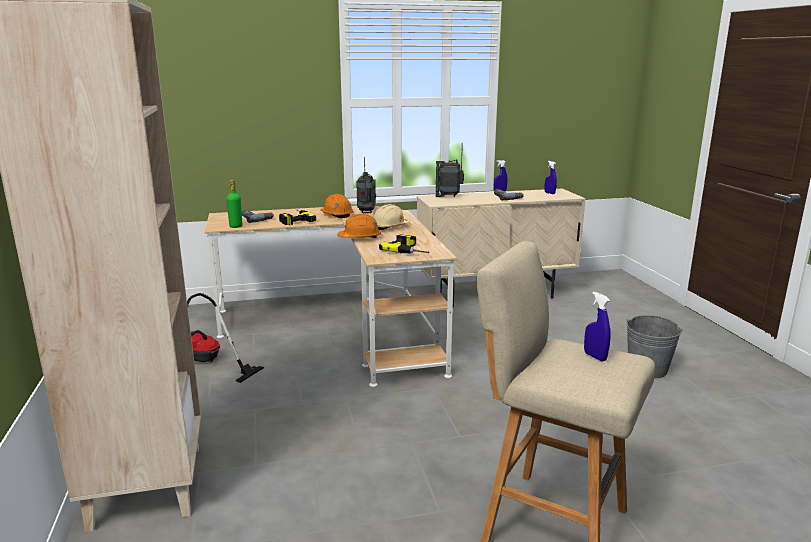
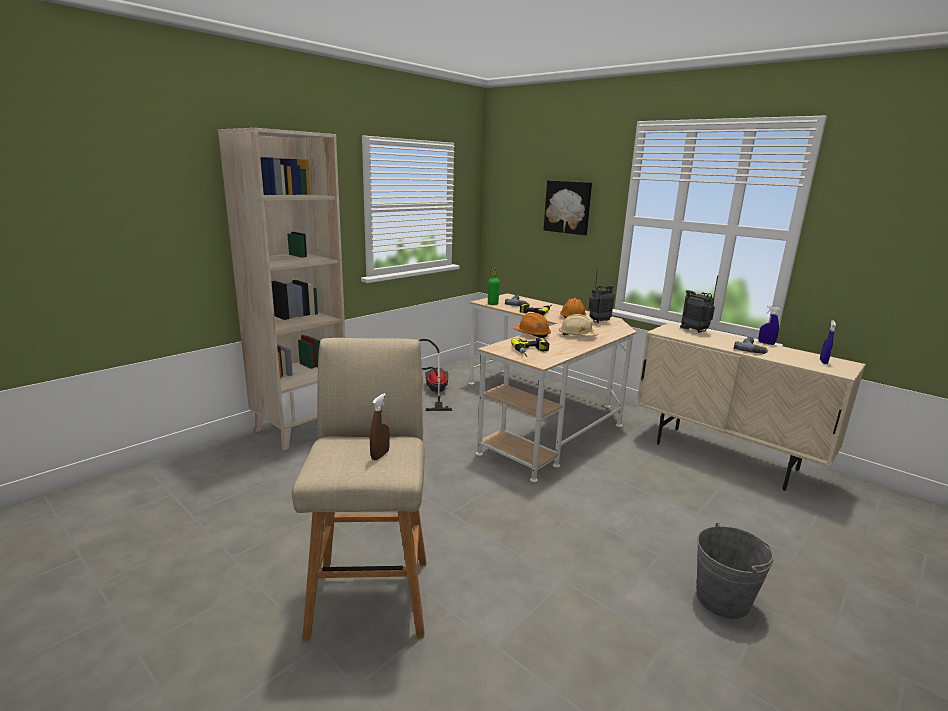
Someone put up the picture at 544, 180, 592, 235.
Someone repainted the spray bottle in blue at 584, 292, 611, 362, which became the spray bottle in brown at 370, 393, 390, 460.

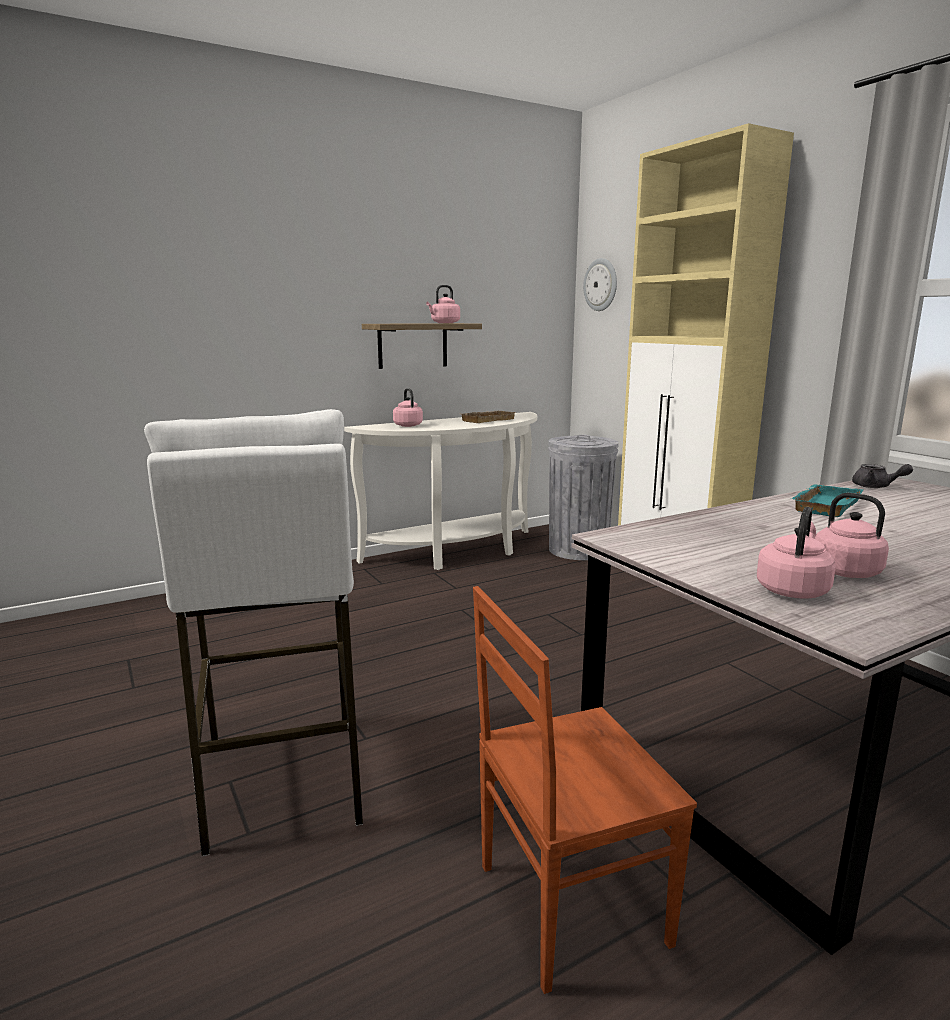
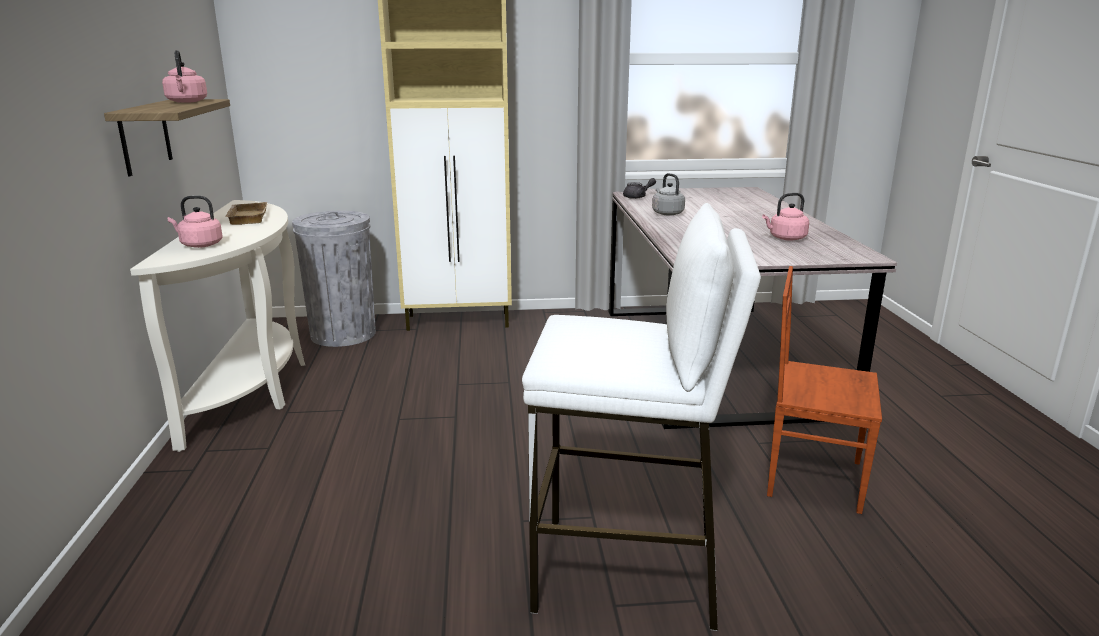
Someone took away the wall clock at 583, 258, 617, 311.
Someone took away the kettle in pink at 757, 507, 836, 599.
Someone swapped the tray in turquoise at 792, 484, 863, 517 for the kettle in grey at 652, 173, 685, 216.
Someone rotated the chair in brown at 473, 586, 697, 994 by 105 degrees clockwise.

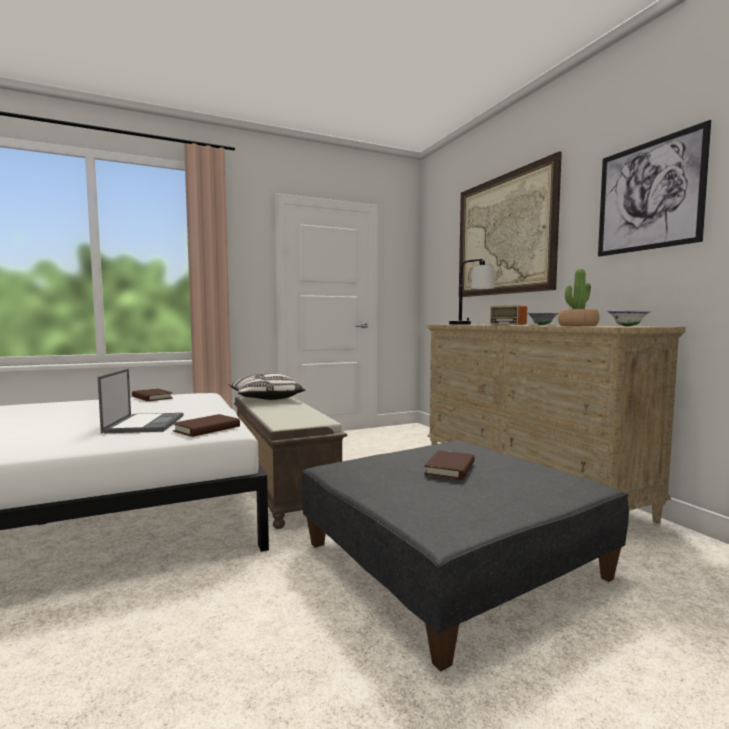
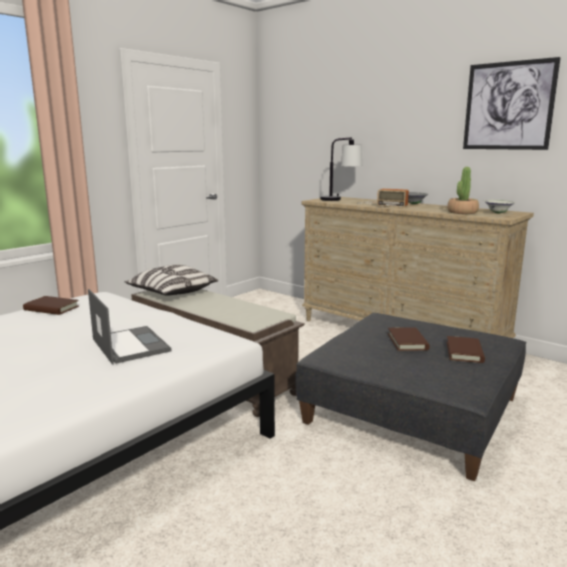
Someone took away the picture at 459, 151, 562, 297.
Someone carried the book in brown from 172, 414, 240, 437 to 447, 336, 485, 363.

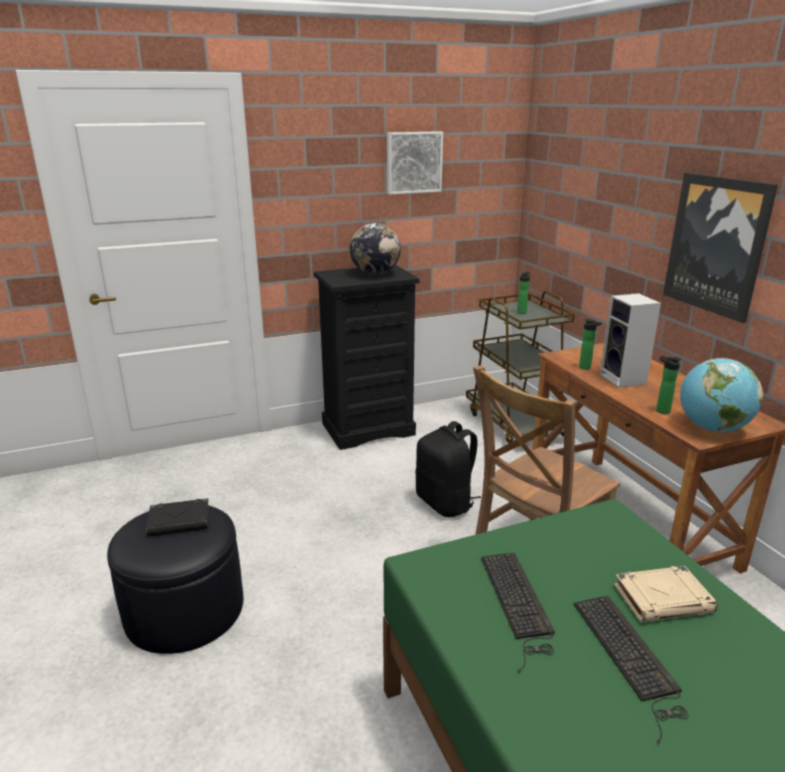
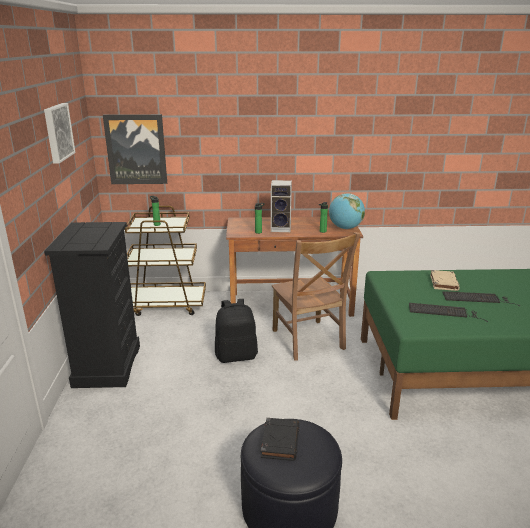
Someone took away the globe at 350, 223, 401, 275.
Someone carried the picture from 663, 173, 778, 323 to 103, 114, 167, 184.

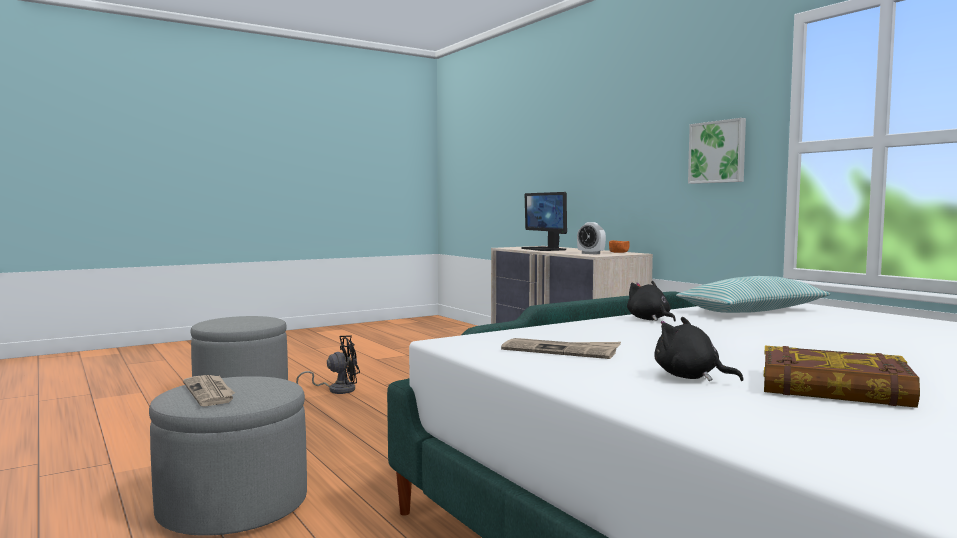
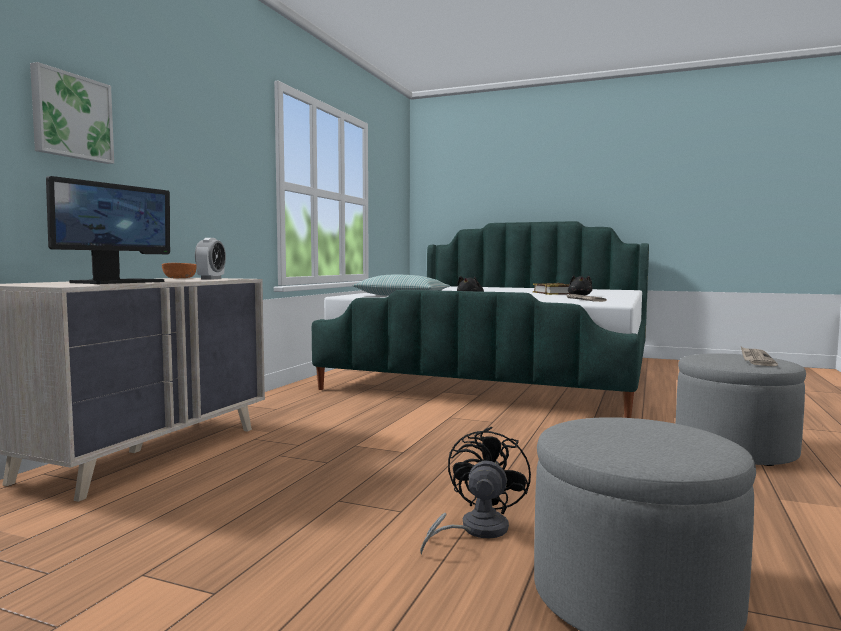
Someone carried the picture from 688, 118, 746, 184 to 30, 62, 114, 164.
Someone rotated the fan in black at 296, 335, 360, 394 by 75 degrees clockwise.

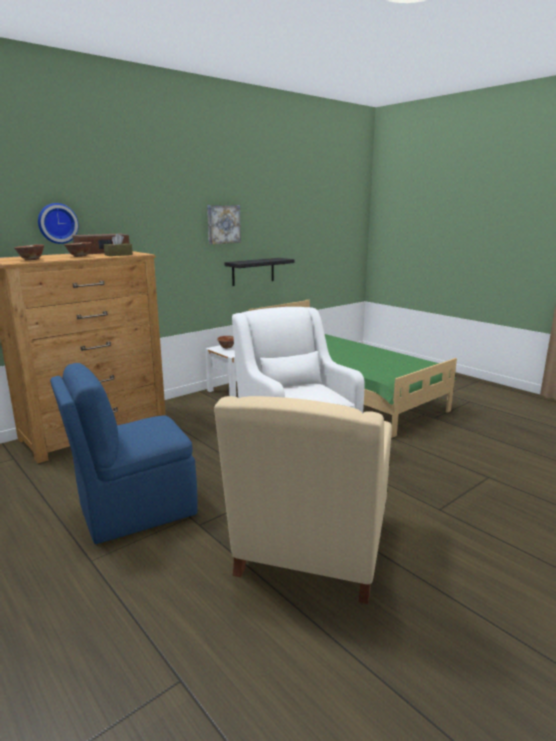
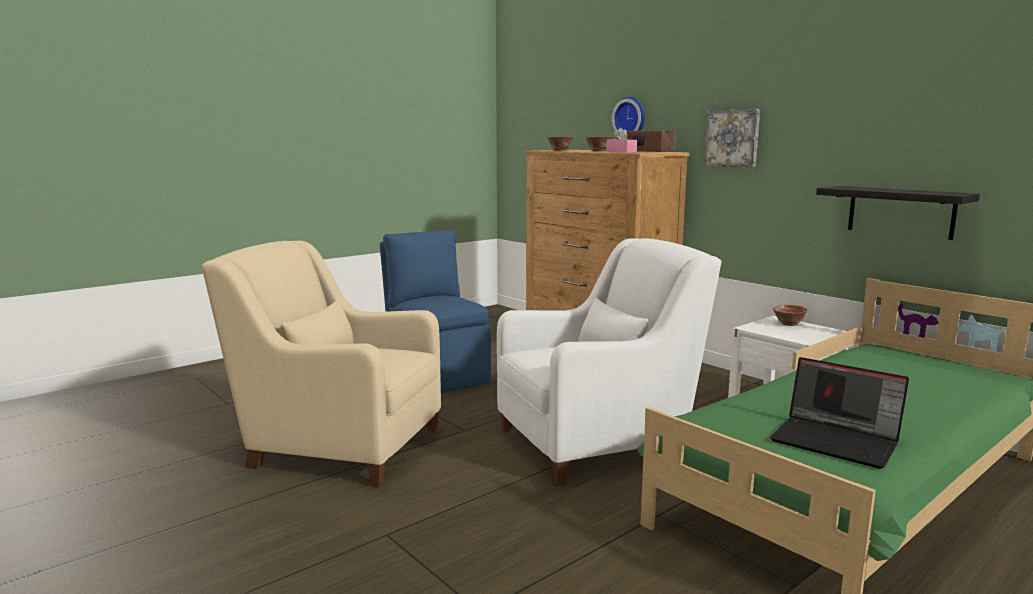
Someone put down the laptop at 770, 357, 909, 469.
Someone carried the picture from 207, 205, 241, 244 to 704, 109, 760, 167.
Someone repainted the tissue box in brown at 104, 234, 133, 256, which became the tissue box in pink at 606, 127, 637, 153.

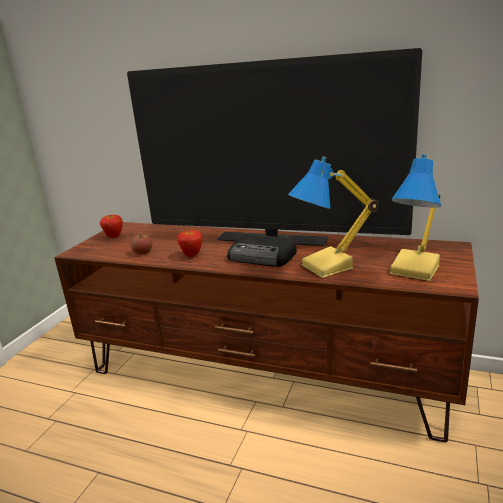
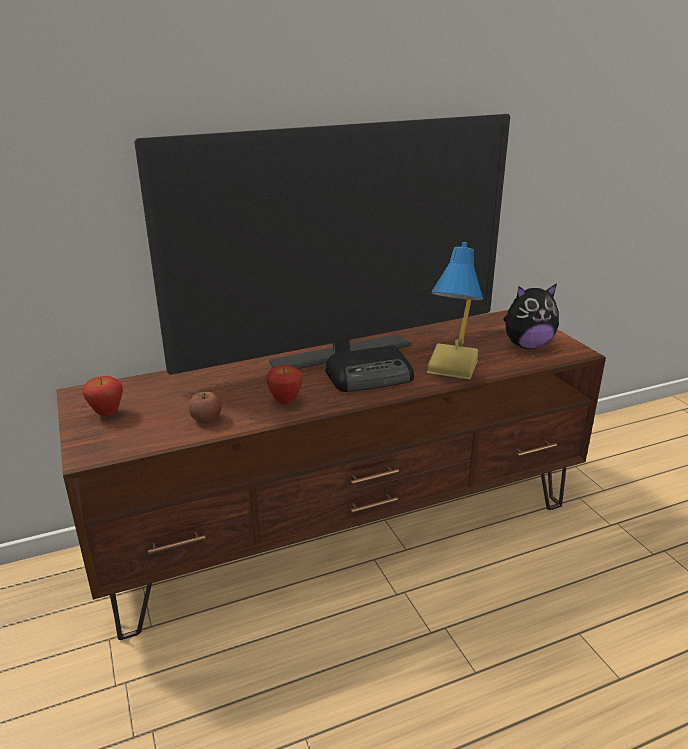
Someone swapped the table lamp at 389, 154, 441, 281 for the plush toy at 503, 283, 559, 349.

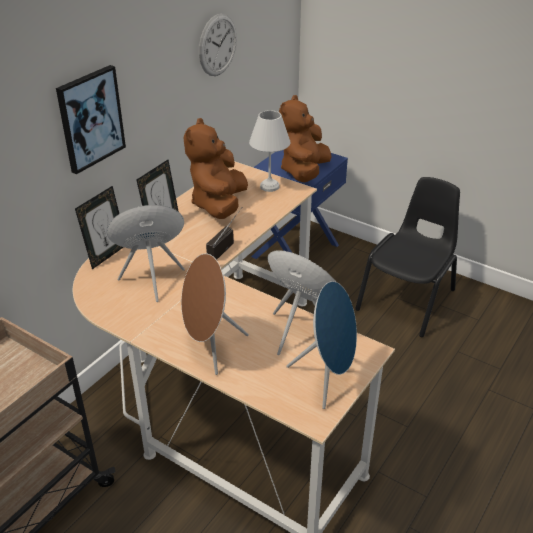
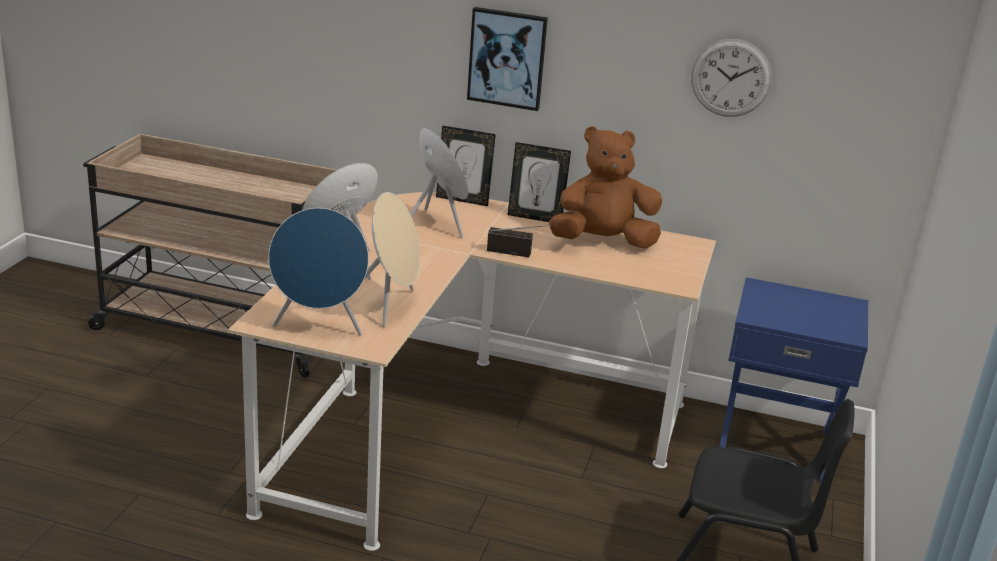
Someone took away the table lamp in white at 249, 110, 290, 192.
Someone took away the plush toy in brown at 279, 95, 331, 182.

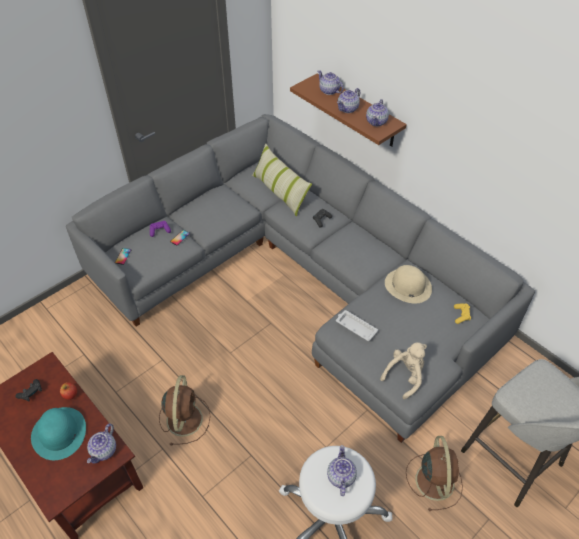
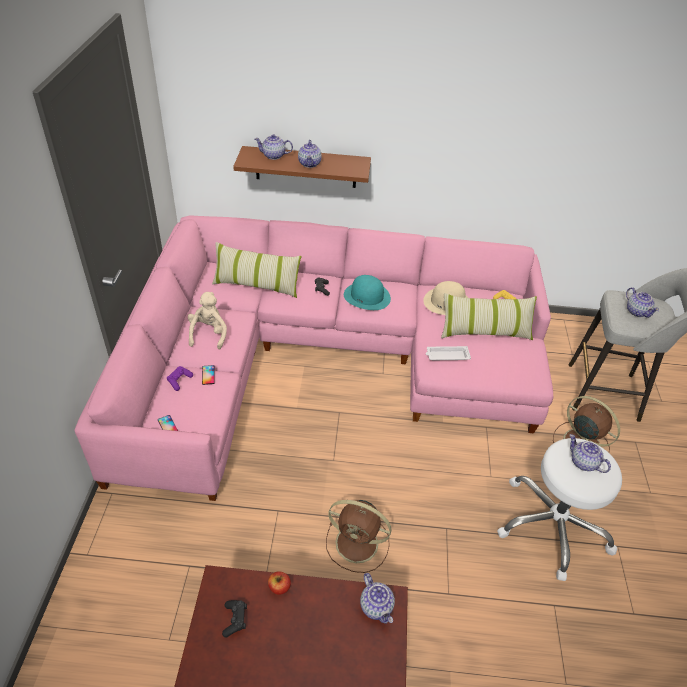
Someone put down the pillow at 441, 293, 537, 340.
Someone carried the hat in turquoise from 31, 407, 86, 460 to 344, 275, 391, 310.
Someone carried the teapot from 366, 99, 389, 126 to 626, 287, 659, 318.
Someone carried the plush toy in beige from 380, 342, 427, 400 to 188, 292, 227, 349.
Someone repainted the sofa in grey at 66, 114, 535, 443, which became the sofa in pink at 74, 215, 553, 501.
Someone rotated the fan in brown at 159, 375, 210, 445 by 150 degrees clockwise.

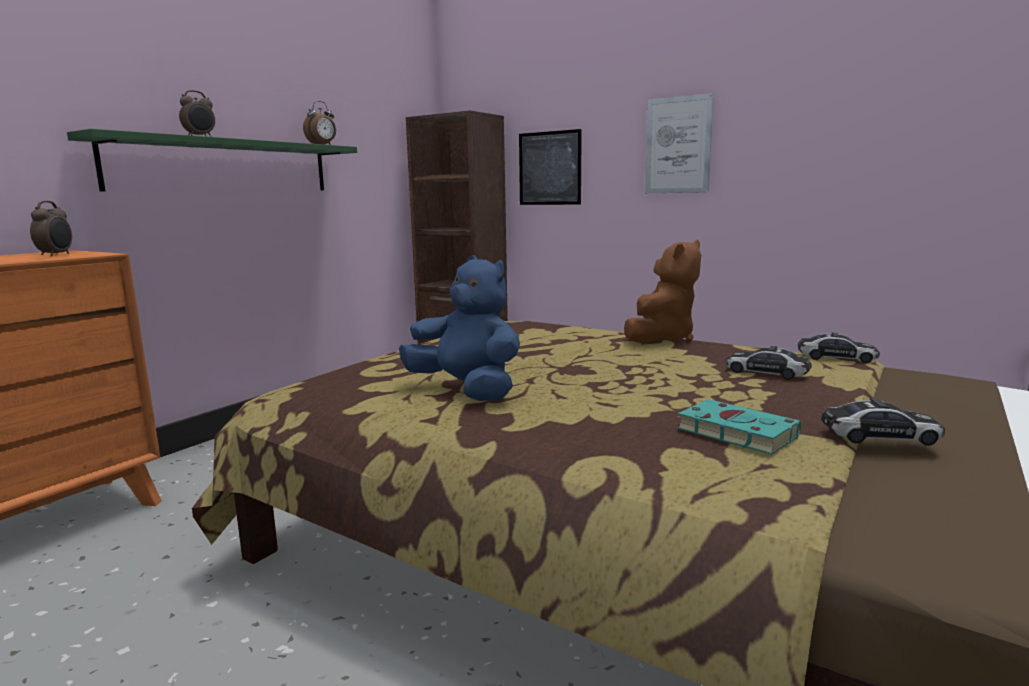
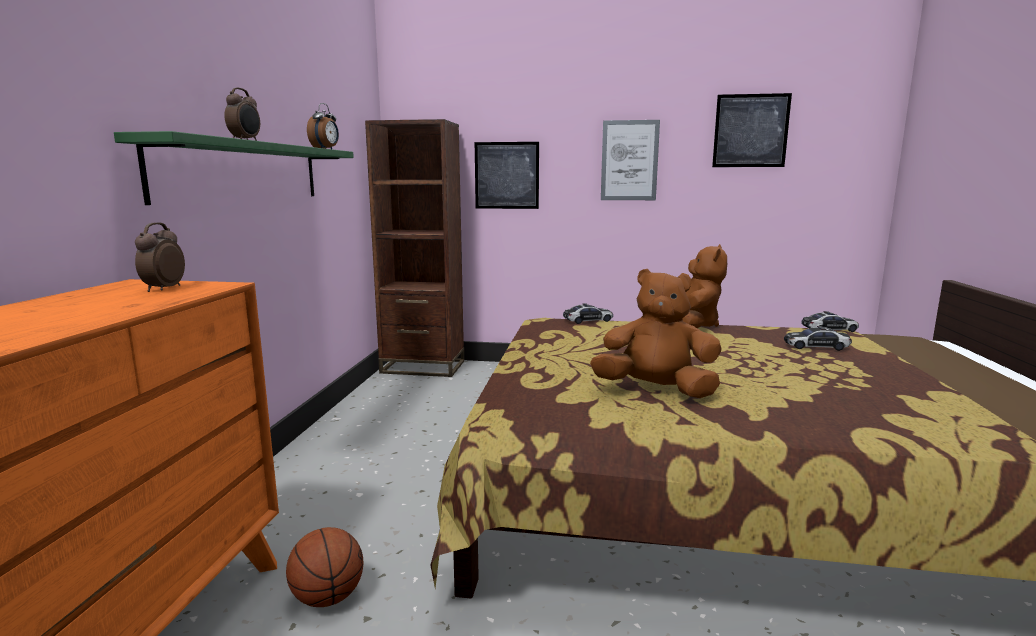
Someone took away the book in turquoise at 677, 399, 801, 455.
Someone put down the basketball at 286, 527, 363, 607.
Someone put up the picture at 712, 93, 792, 167.
Someone carried the toy car from 821, 399, 945, 446 to 563, 303, 613, 324.
Someone repainted the plush toy in blue at 399, 255, 520, 401, which became the plush toy in brown at 590, 269, 722, 398.
Someone rotated the alarm clock at 30, 201, 72, 256 by 150 degrees counterclockwise.

